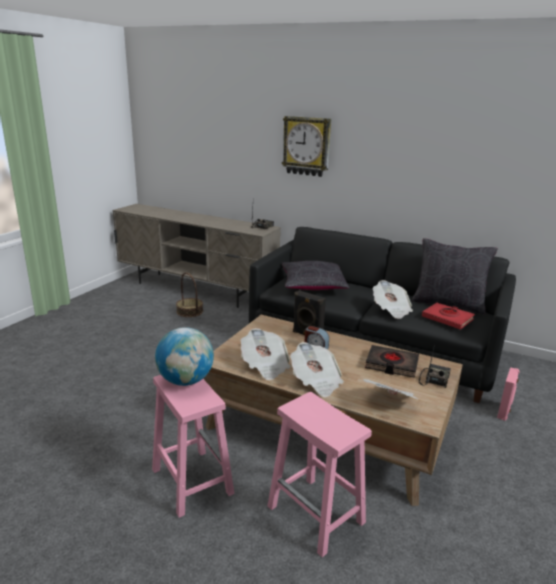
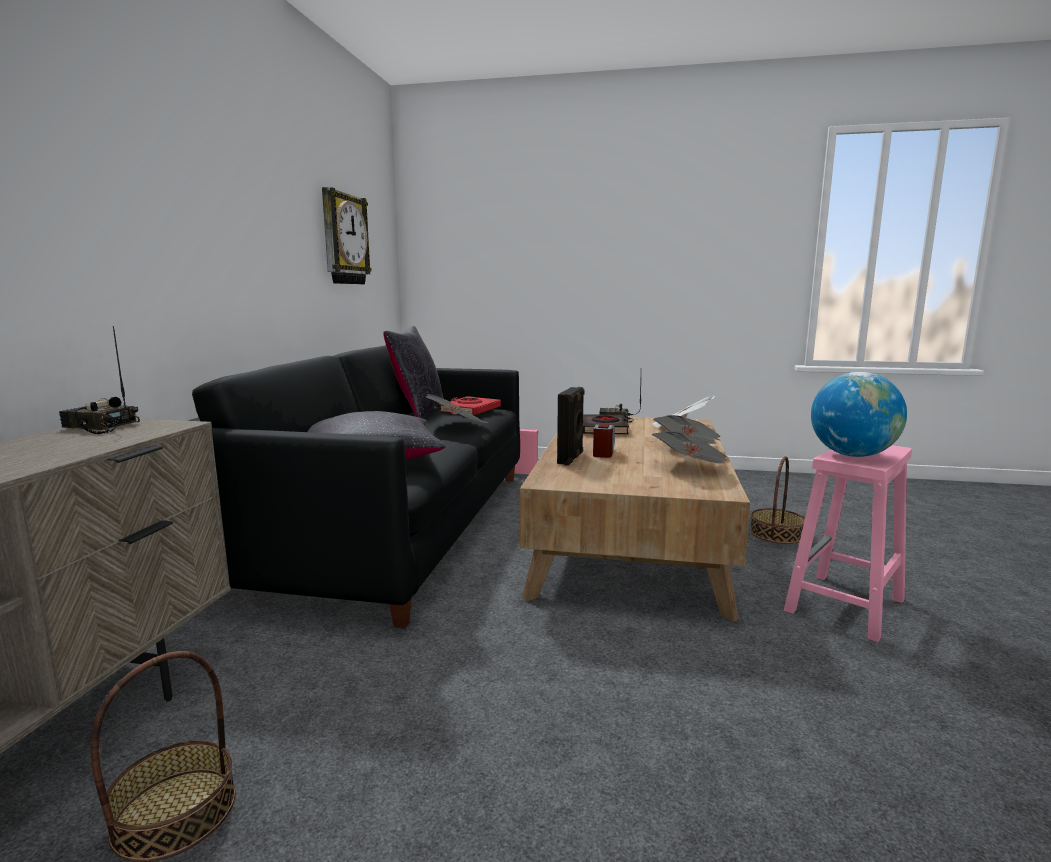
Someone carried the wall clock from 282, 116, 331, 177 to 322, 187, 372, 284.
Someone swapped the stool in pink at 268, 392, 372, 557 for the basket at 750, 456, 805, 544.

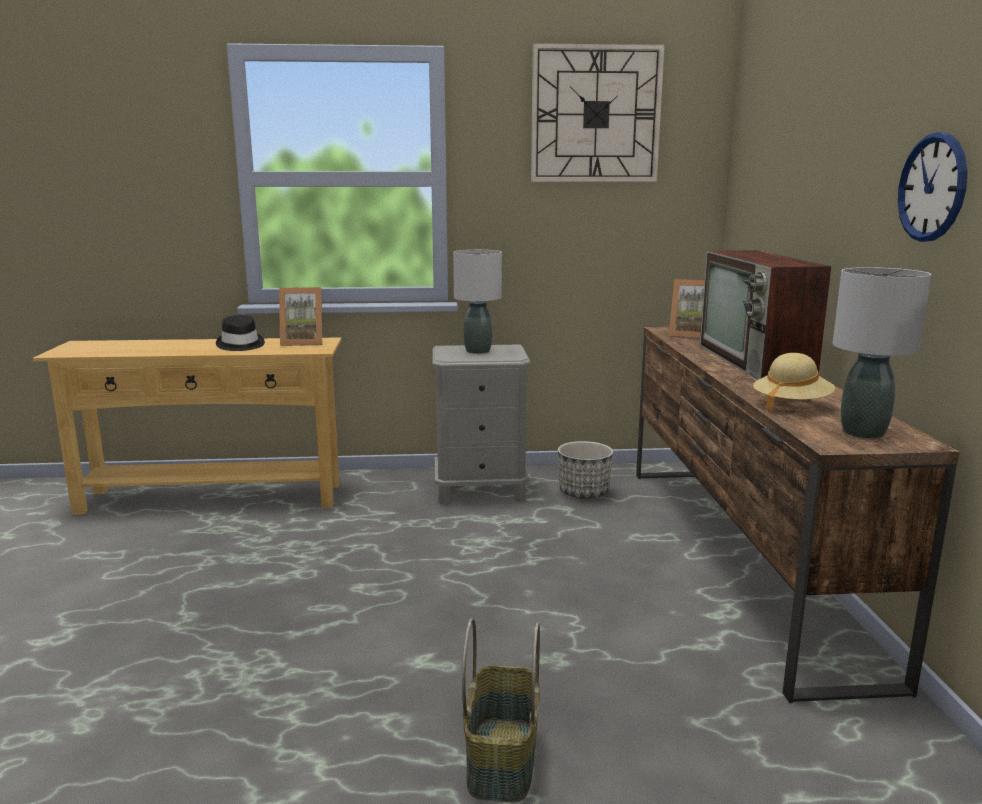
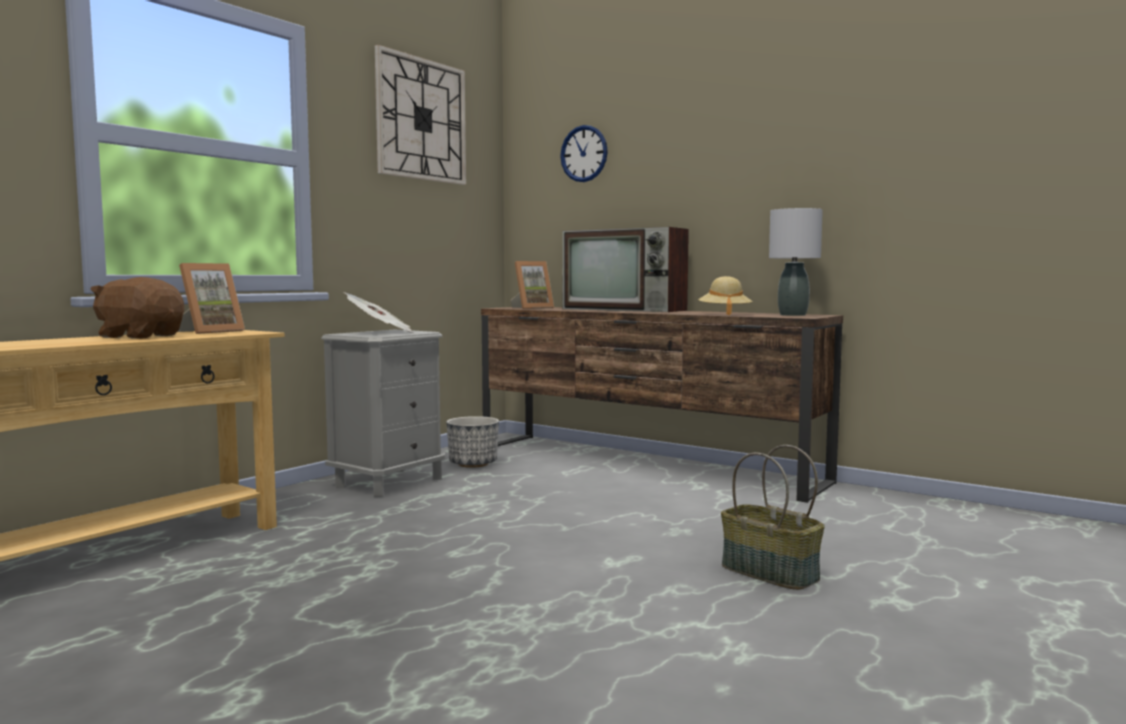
Someone carried the wall clock from 898, 132, 968, 242 to 560, 125, 608, 182.
Someone swapped the hat in black at 216, 315, 265, 351 for the plush toy in brown at 90, 277, 184, 339.
Someone swapped the table lamp in grey at 453, 250, 502, 354 for the newspaper at 344, 292, 413, 333.

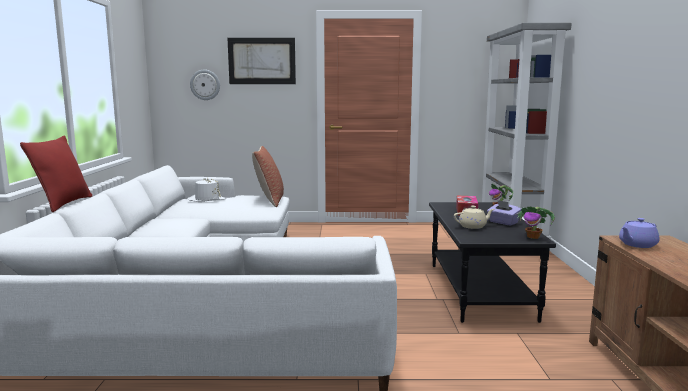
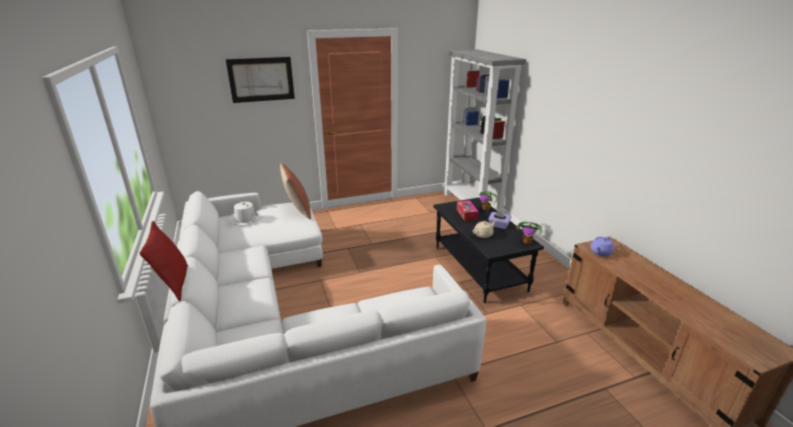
Someone took away the wall clock at 190, 69, 220, 100.

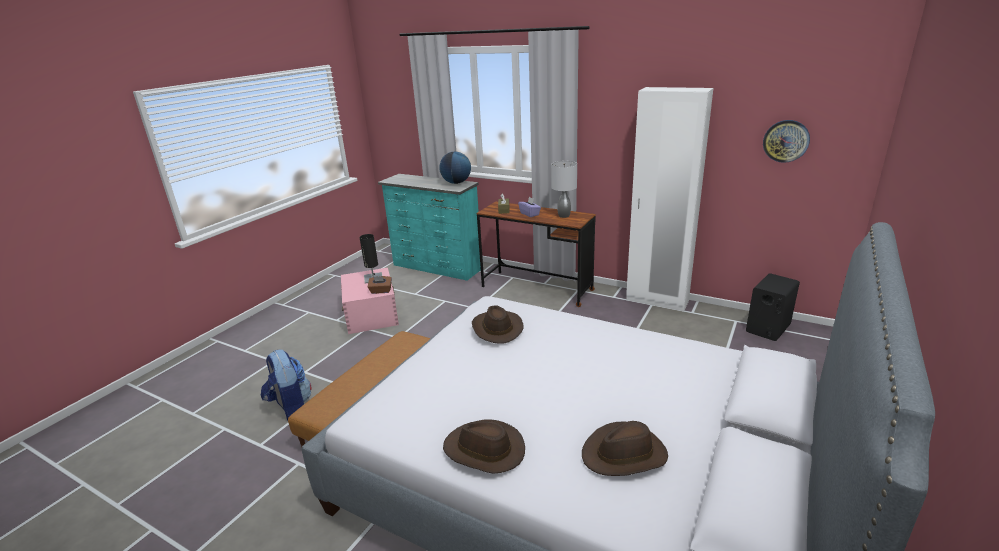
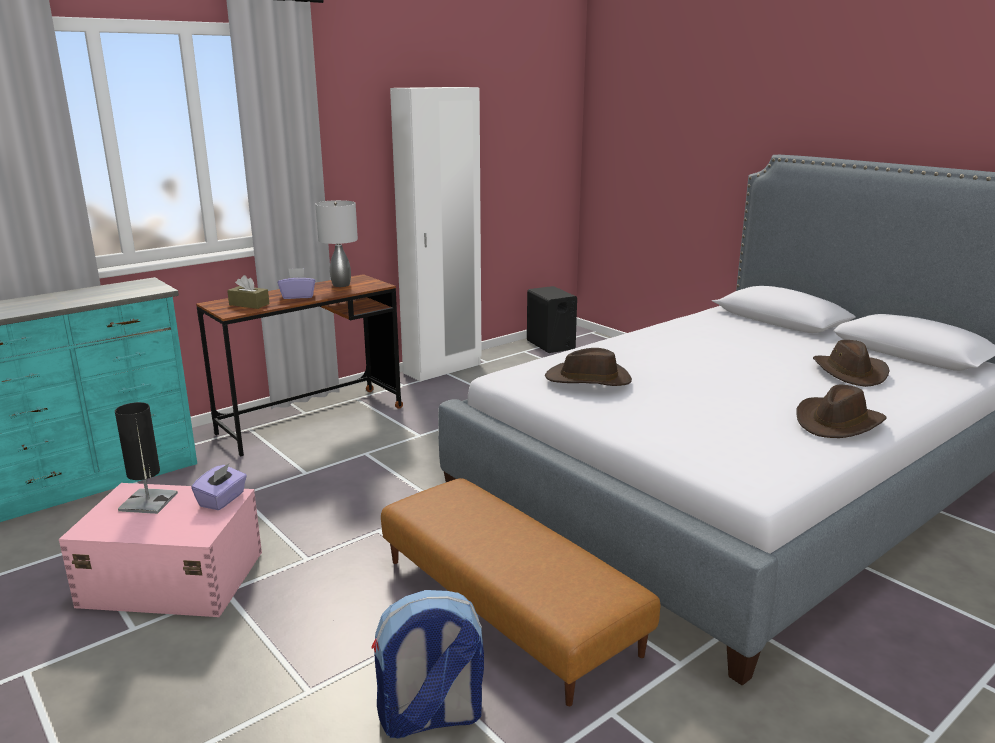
Someone took away the globe at 439, 151, 471, 184.
Someone took away the wall clock at 763, 120, 810, 163.
Someone repainted the tissue box in brown at 368, 276, 392, 294, which became the tissue box in purple at 191, 463, 247, 510.

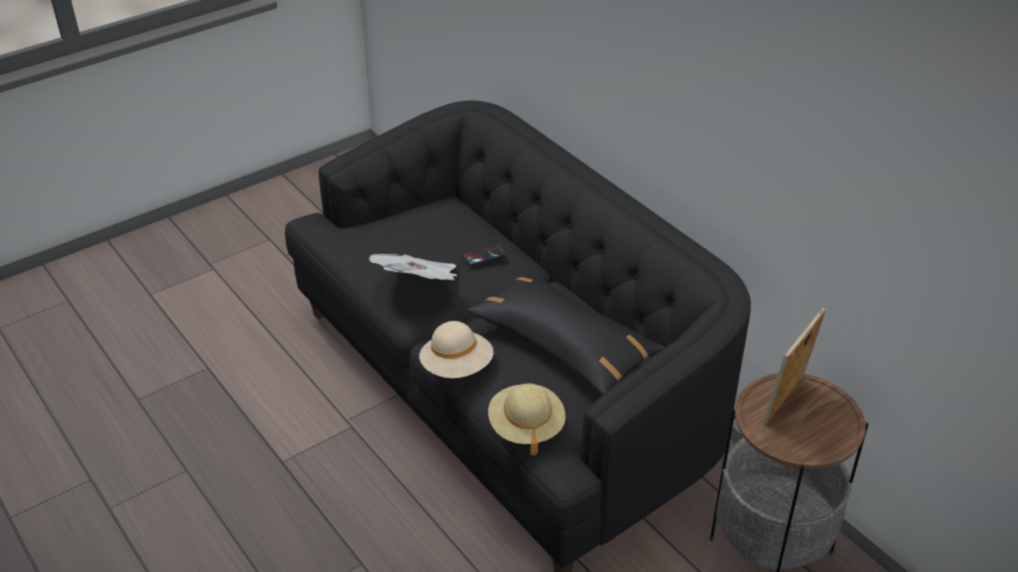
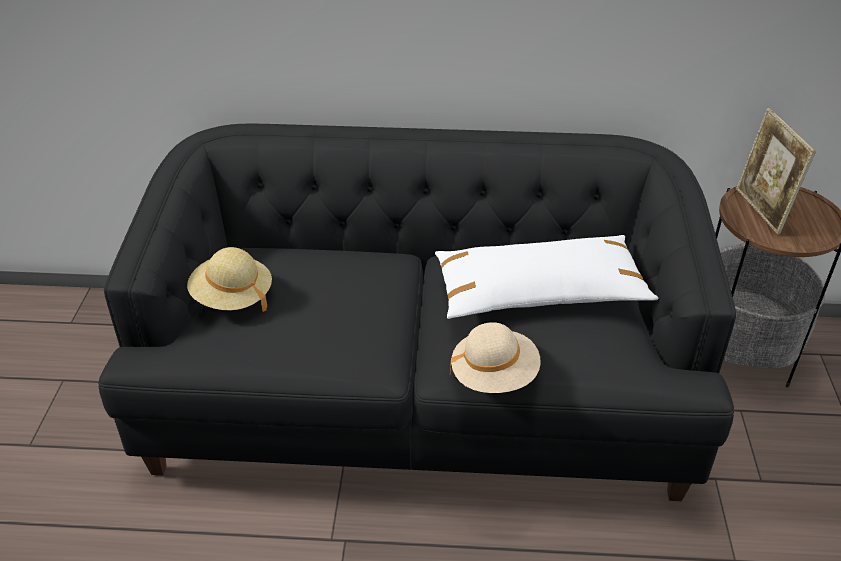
Someone took away the newspaper at 369, 254, 457, 280.
Someone took away the phone at 463, 244, 506, 265.
Someone carried the hat in beige from 488, 384, 566, 456 to 187, 247, 272, 312.
Someone repainted the pillow in black at 466, 270, 665, 395, which became the pillow in white at 435, 235, 658, 319.

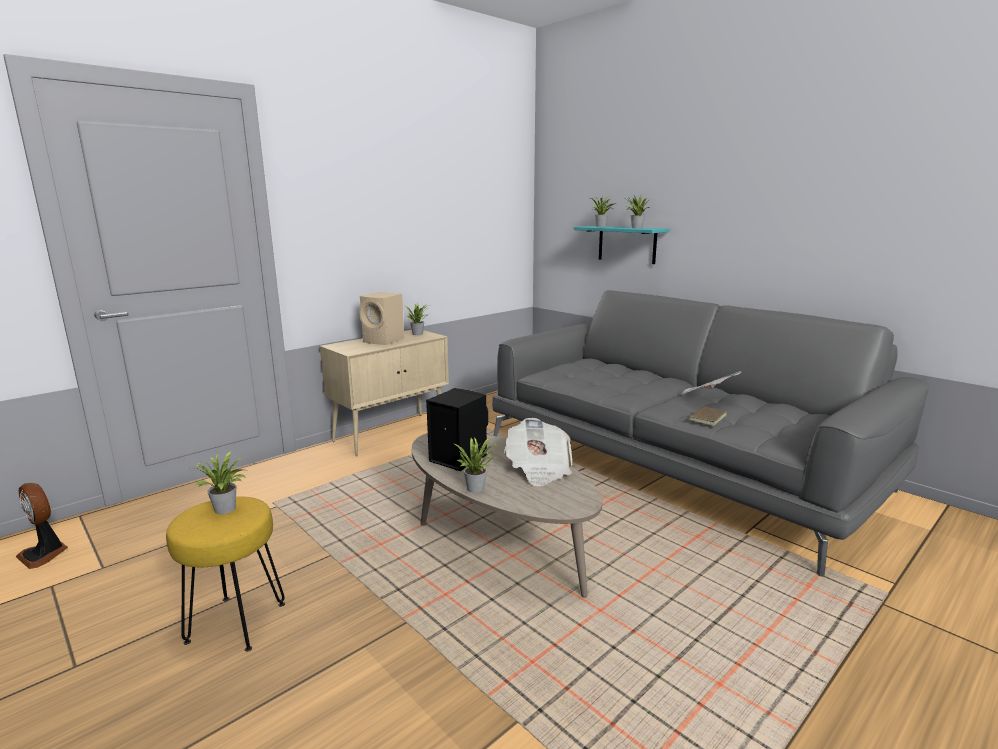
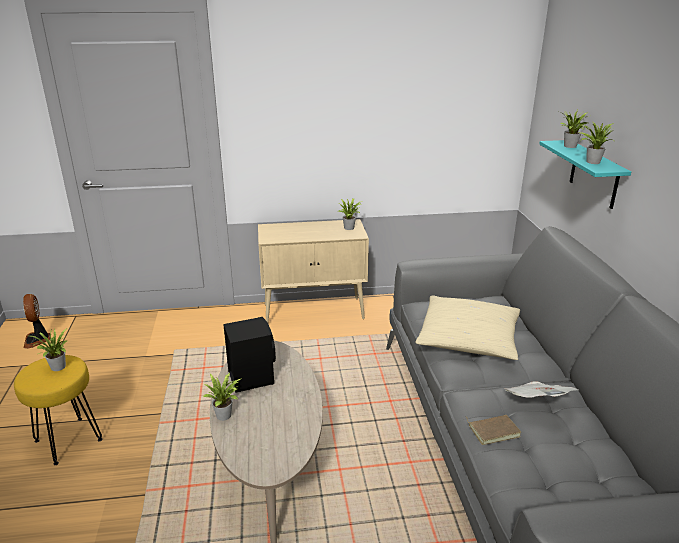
Someone took away the speaker in beige at 359, 292, 404, 345.
Someone took away the newspaper at 504, 418, 572, 487.
Someone put down the pillow in beige at 415, 296, 520, 360.

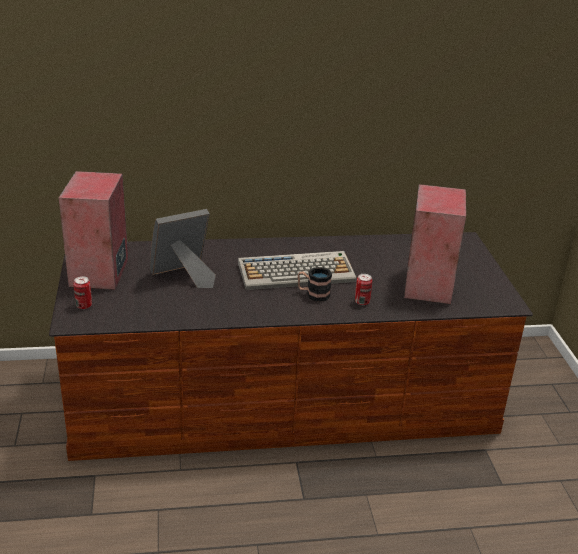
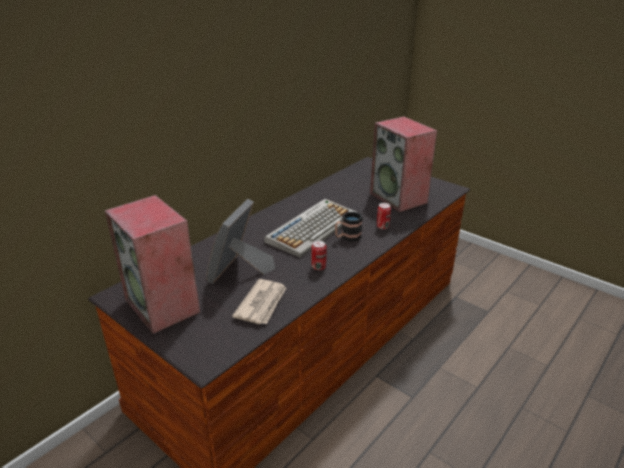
Someone put down the newspaper at 232, 279, 286, 324.
Someone carried the can from 73, 276, 92, 309 to 311, 240, 326, 270.

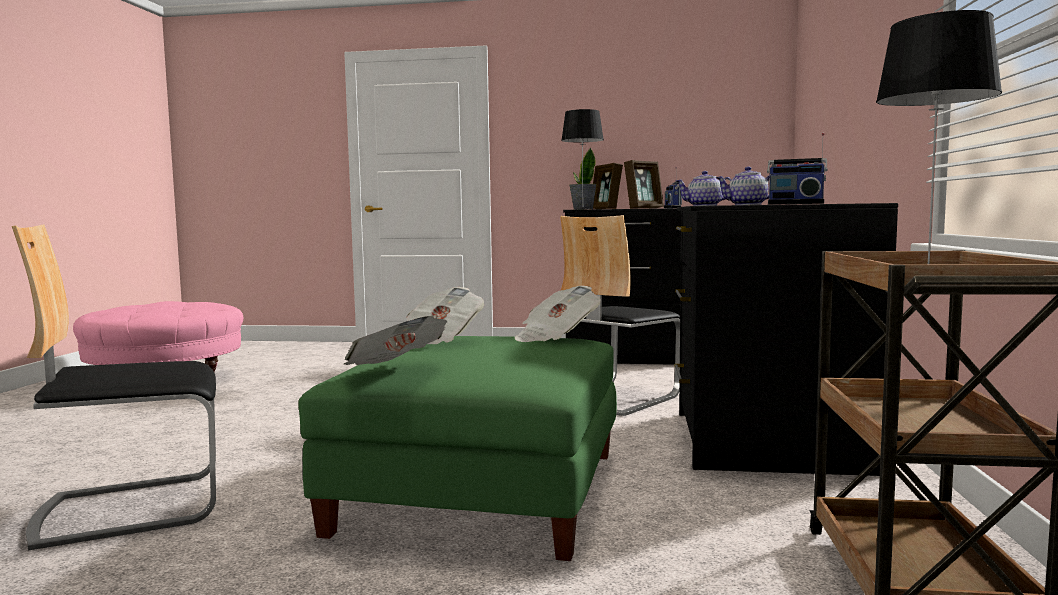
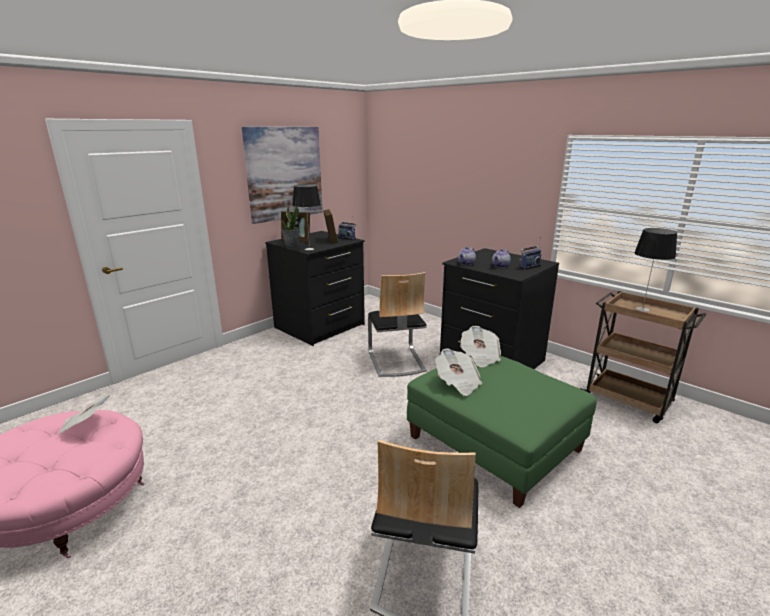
Someone put up the picture at 242, 127, 323, 224.
Someone carried the newspaper from 344, 316, 447, 365 to 57, 392, 111, 435.

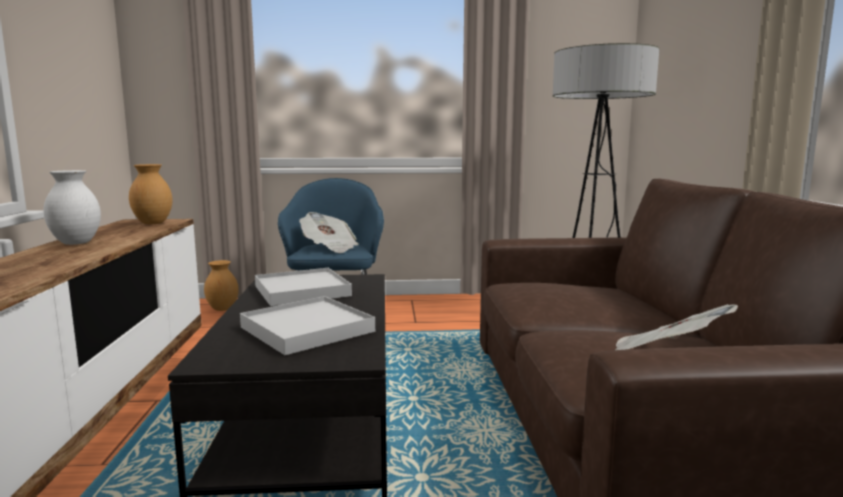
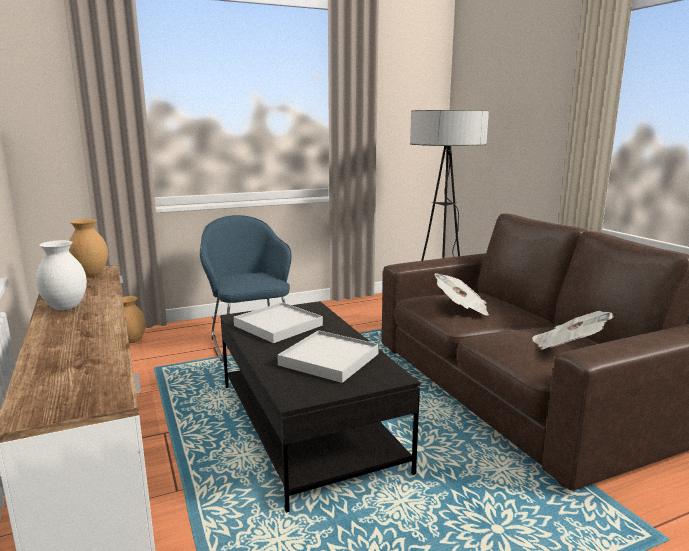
Someone carried the newspaper from 299, 212, 359, 253 to 434, 273, 489, 316.

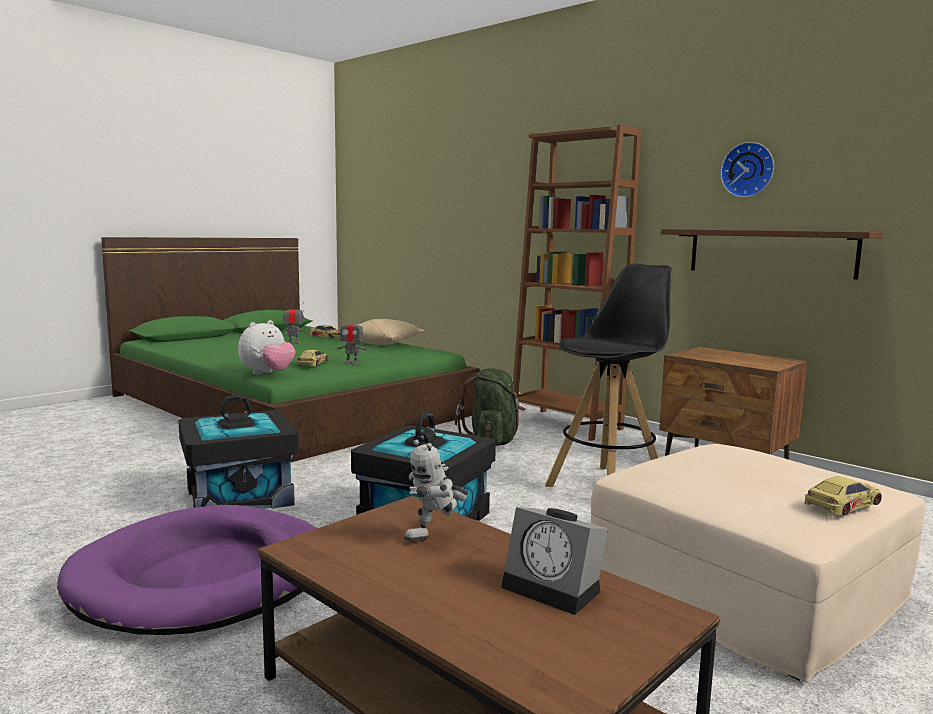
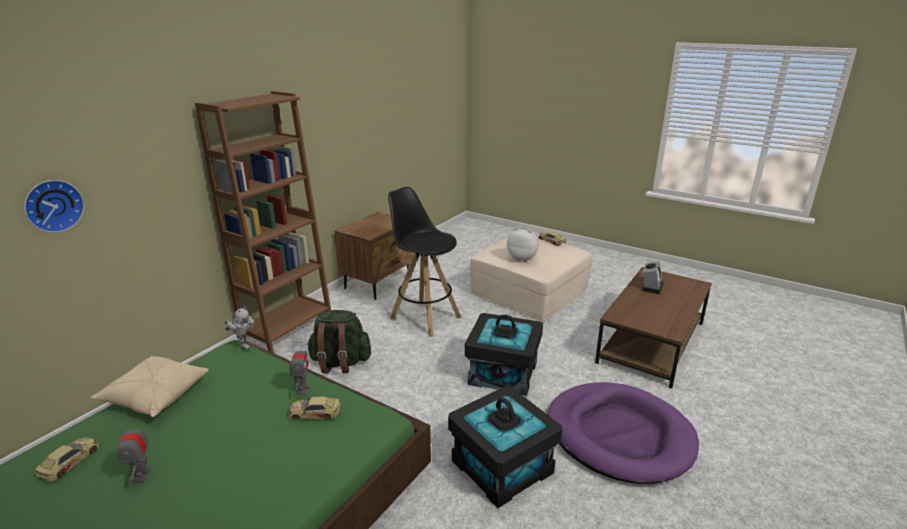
Someone took away the shelf in brown at 661, 229, 883, 280.
Someone carried the plush toy from 238, 320, 296, 375 to 507, 228, 539, 262.
Someone carried the toy robot from 404, 439, 468, 542 to 223, 306, 254, 351.
Someone carried the wall clock from 720, 142, 774, 198 to 24, 180, 84, 233.

